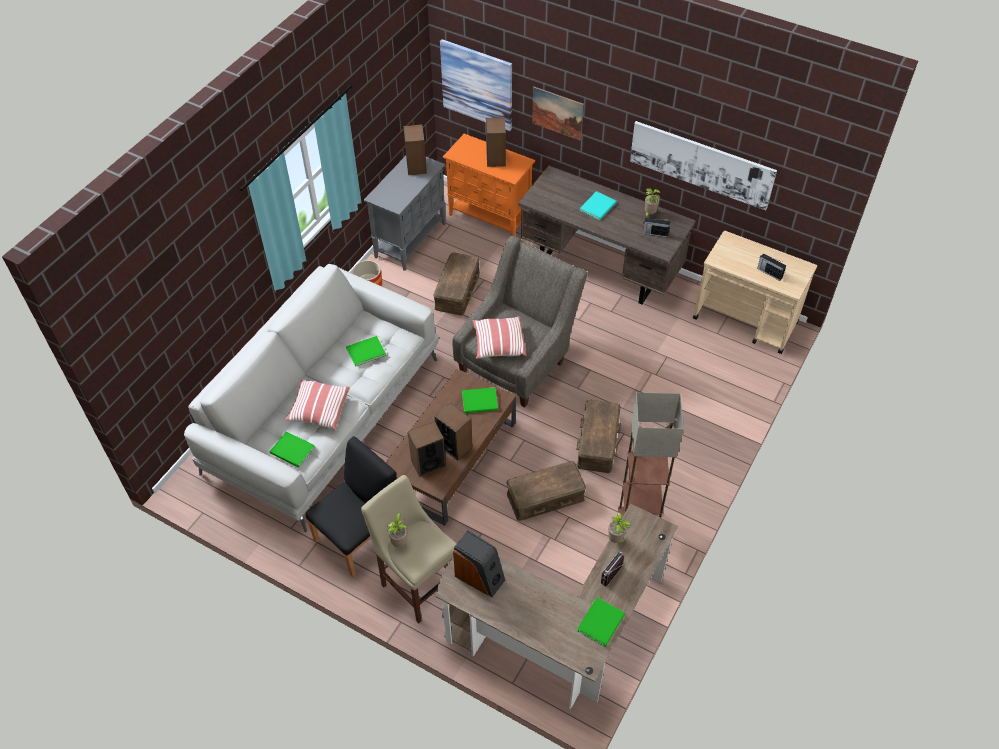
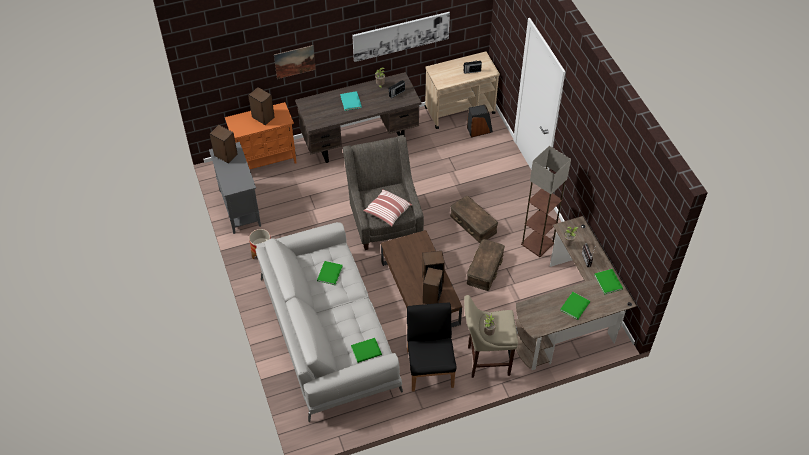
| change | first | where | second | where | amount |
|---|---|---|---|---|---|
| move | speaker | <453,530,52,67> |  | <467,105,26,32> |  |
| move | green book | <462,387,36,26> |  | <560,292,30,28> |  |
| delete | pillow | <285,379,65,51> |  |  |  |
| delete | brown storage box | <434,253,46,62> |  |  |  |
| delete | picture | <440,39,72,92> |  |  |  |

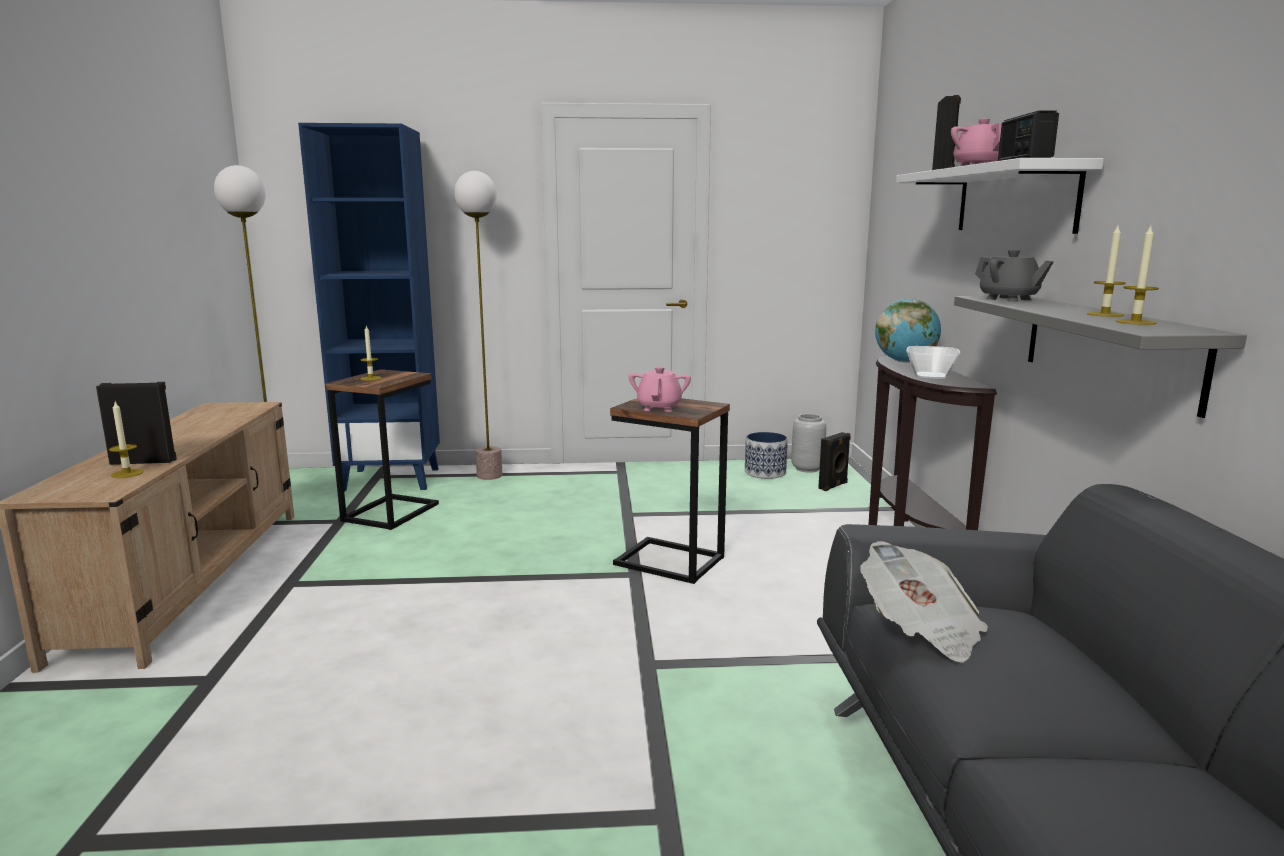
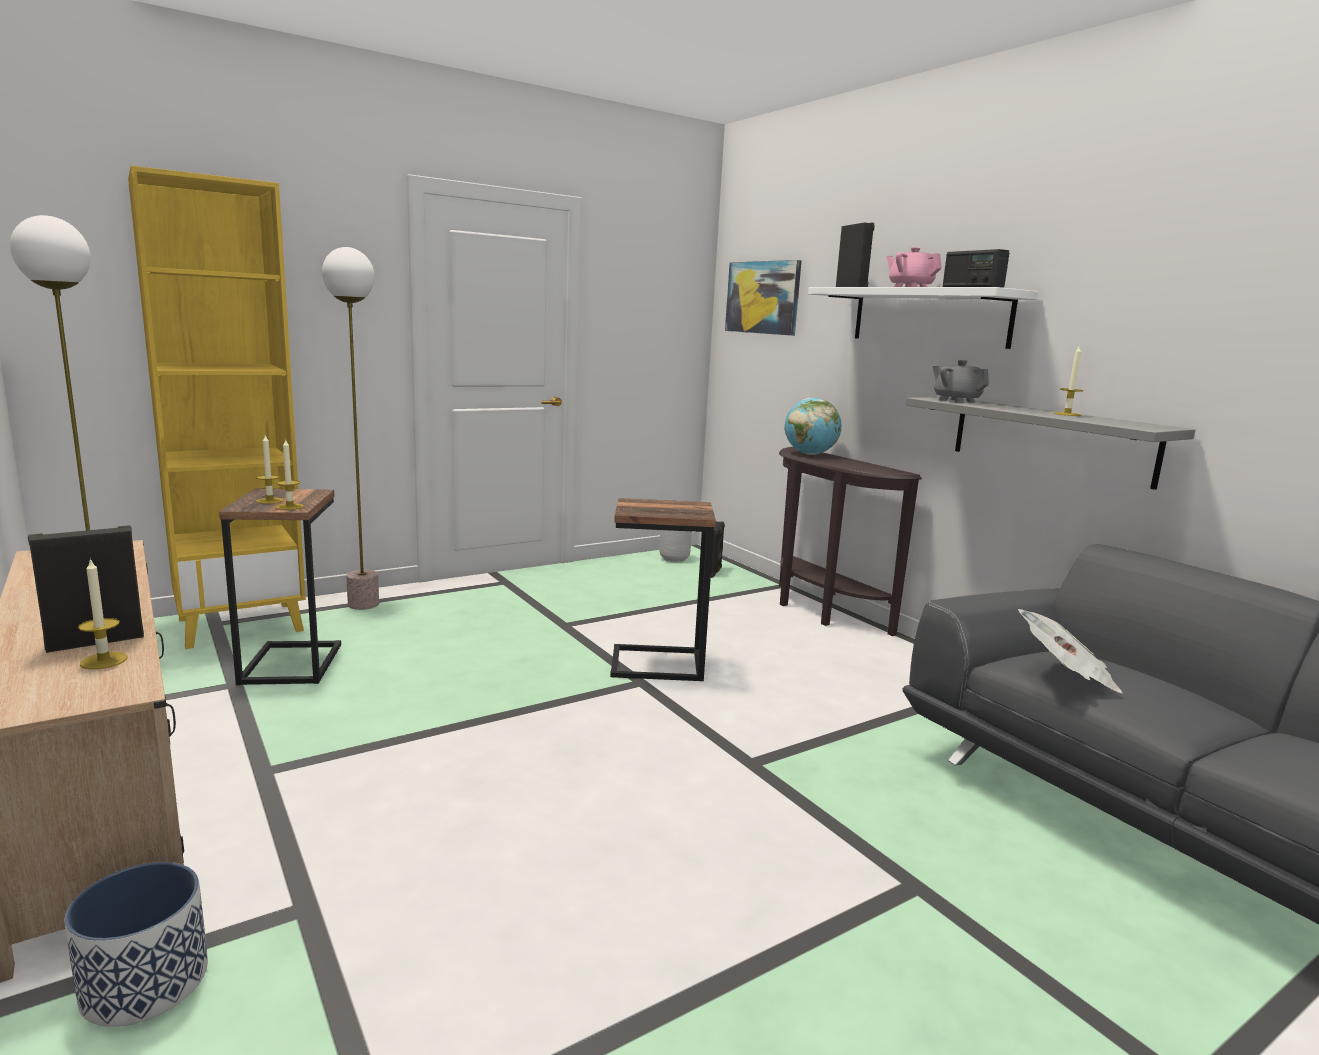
| change | first | where | second | where | amount |
|---|---|---|---|---|---|
| move | planter | <745,432,43,47> |  | <64,862,144,165> |  |
| recolor | blue bookcase | <298,123,142,369> | yellow bookcase | <128,166,178,483> |  |
| move | candle | <1115,225,44,100> |  | <276,438,28,72> |  |
| insert |  |  | picture | <725,260,77,76> |  |
| rotate | grey teapot | <975,250,79,52> |  | <933,360,56,43> | 150 degrees counterclockwise |
| delete | pink teapot | <629,367,62,45> |  |  |  |
| delete | bowl | <906,346,55,33> |  |  |  |

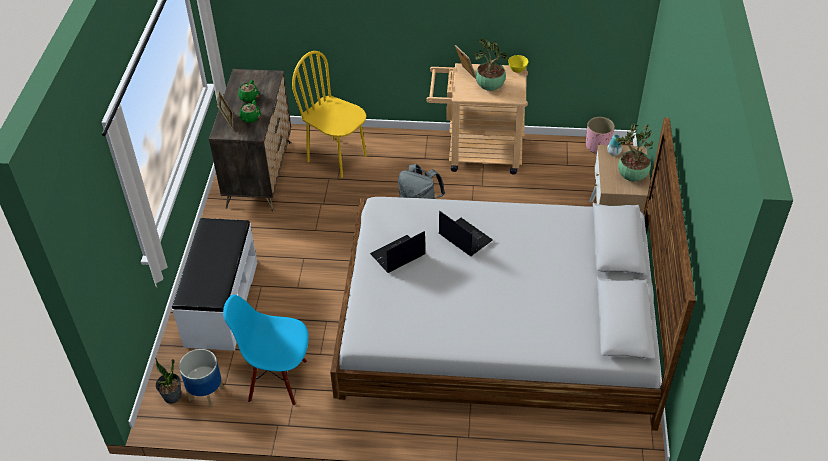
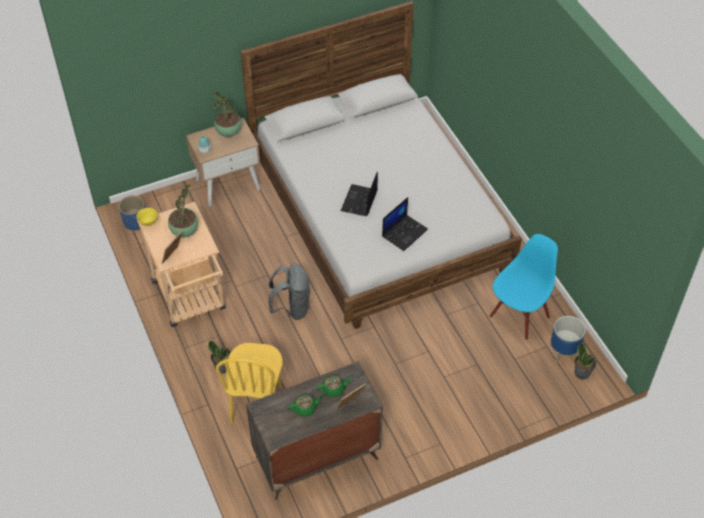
| change | first | where | second | where | amount |
|---|---|---|---|---|---|
| recolor | pink planter | <586,117,29,37> | blue planter | <118,195,27,36> |  |
| insert |  |  | potted plant | <208,341,23,33> |  |
| rotate | laptop | <370,231,55,42> |  | <382,197,46,54> | 75 degrees counterclockwise |
| rotate | blue chair | <223,295,86,111> |  | <489,234,69,106> | 120 degrees counterclockwise |
| delete | white bench | <172,218,85,133> |  |  |  |

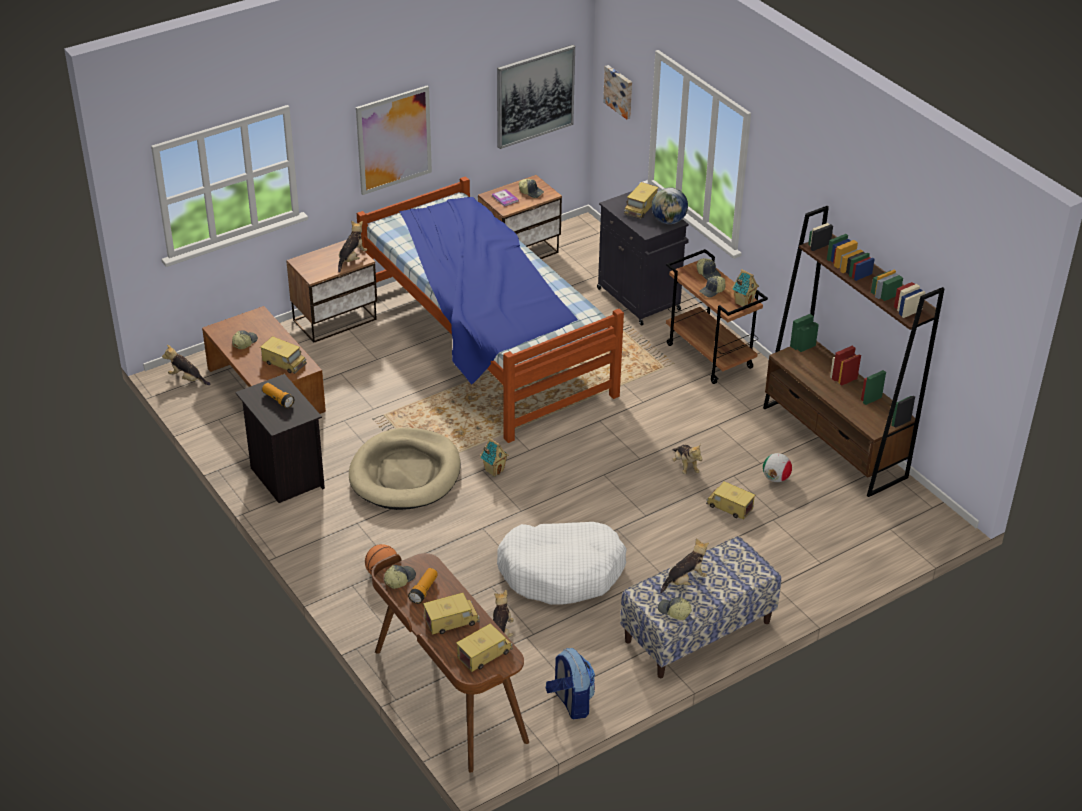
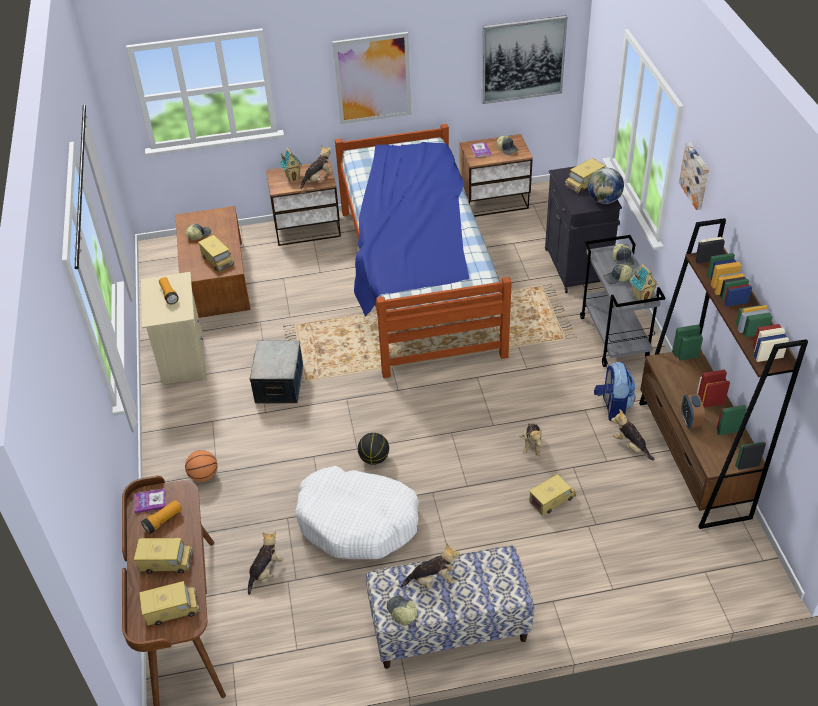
| change | first | where | second | where | amount |
|---|---|---|---|---|---|
| replace | cap | <384,565,32,24> | book | <134,489,32,24> |  |
| recolor | black nightstand | <235,374,90,129> | beige nightstand | <141,272,66,113> |  |
| replace | beige dog bed | <349,428,111,82> | storage box | <250,340,53,64> |  |
| move | toy house | <480,438,29,39> |  | <280,147,22,35> |  |
| insert |  |  | basketball | <358,433,31,32> |  |
| rotate | toy truck | <706,481,50,39> |  | <529,474,47,41> | 90 degrees clockwise |
| recolor | brown cart | <666,249,102,135> | grey cart | <580,235,85,132> |  |
| move | backpack | <546,648,49,71> |  | <594,362,41,59> |  |
| move | plush toy | <162,345,48,40> |  | <611,409,44,52> |  |
| move | picture | <603,65,29,54> |  | <679,143,30,67> |  |
| insert |  |  | alarm clock | <681,394,24,34> |  |
| delete | football | <763,453,29,29> |  |  |  |

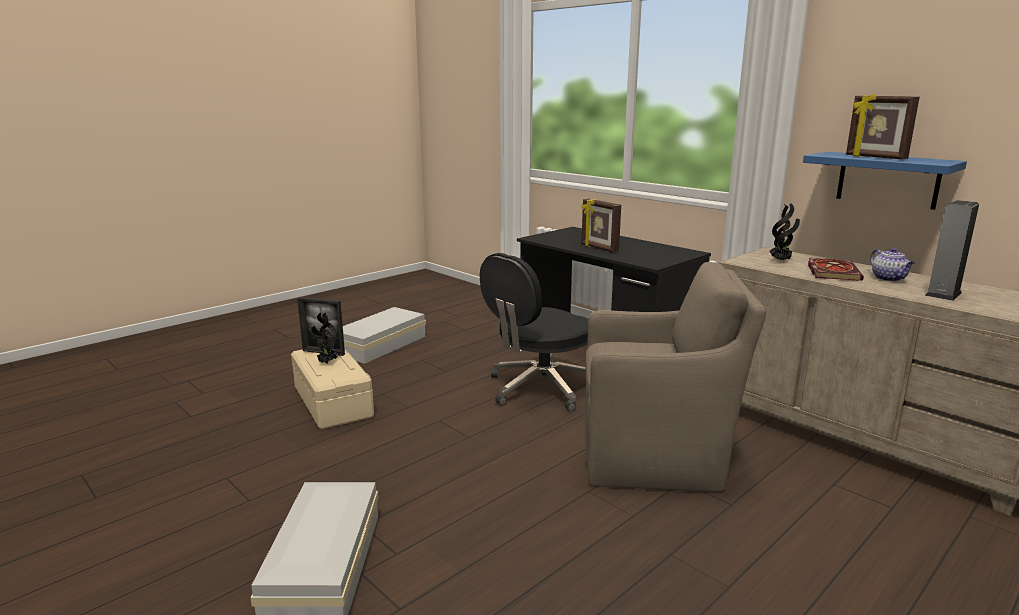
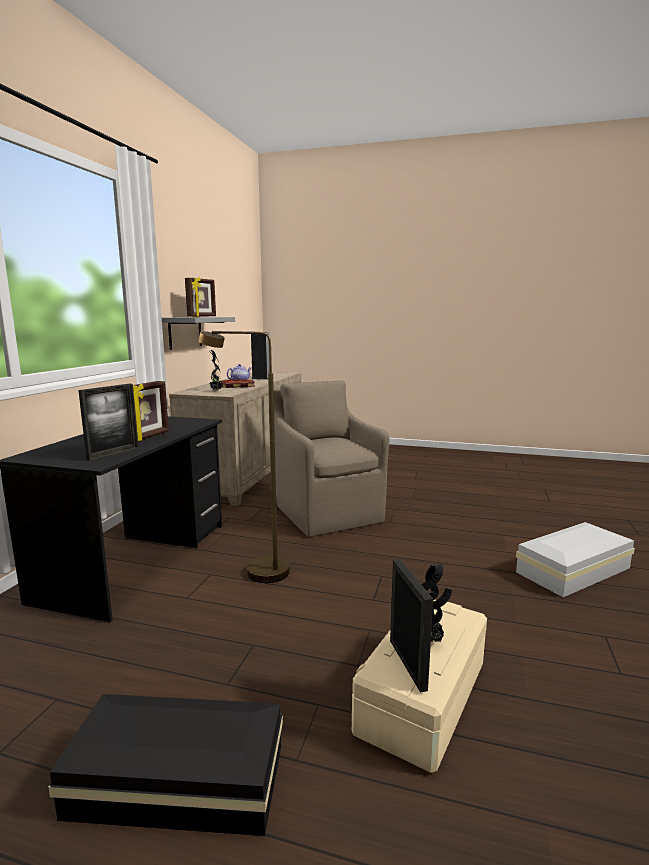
| change | first | where | second | where | amount |
|---|---|---|---|---|---|
| recolor | white storage box | <343,307,83,57> | black storage box | <48,694,235,142> |  |
| insert |  |  | picture frame | <78,384,61,77> |  |
| recolor | blue shelf | <803,152,164,58> | grey shelf | <162,317,73,33> |  |
| replace | black office chair | <480,253,108,159> | brown floor lamp | <198,331,92,252> |  |

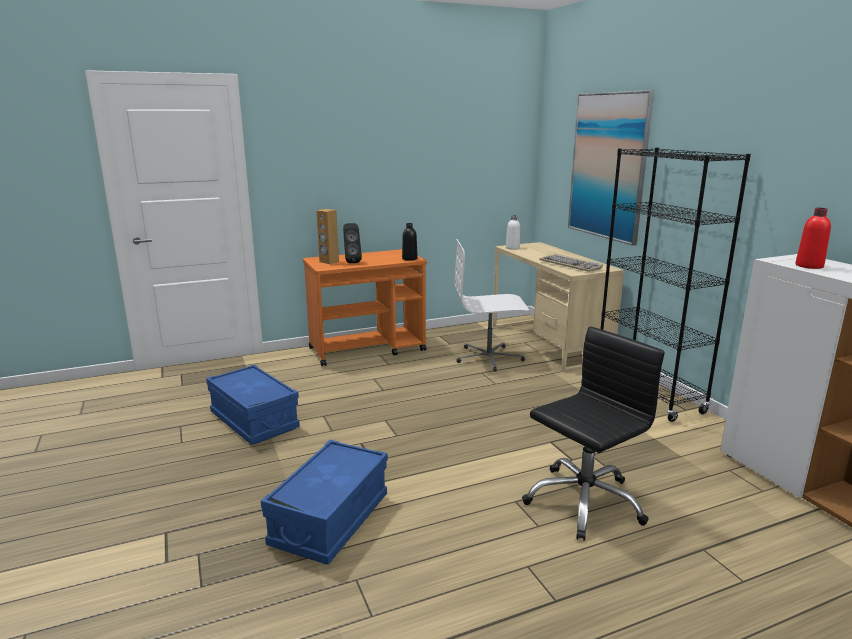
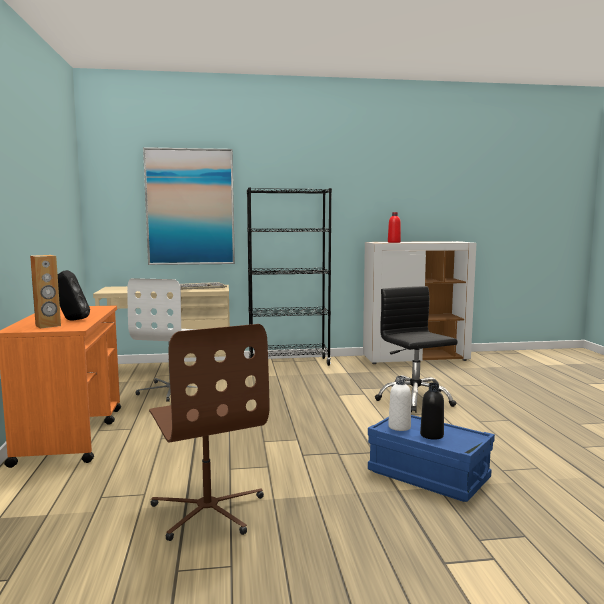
| change | first | where | second | where | amount |
|---|---|---|---|---|---|
| replace | blue storage box | <206,365,94,80> | brown office chair | <149,324,120,217> |  |
| move | white bottle | <506,215,14,35> |  | <388,376,23,55> |  |
| move | black bottle | <402,223,15,38> |  | <420,383,24,57> |  |

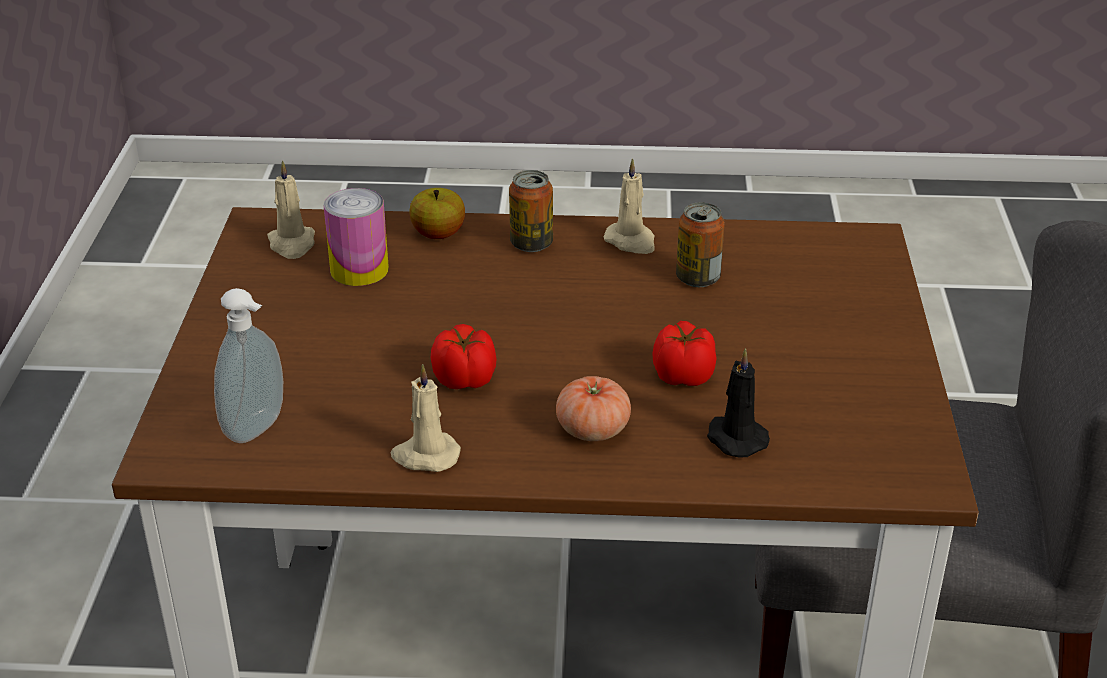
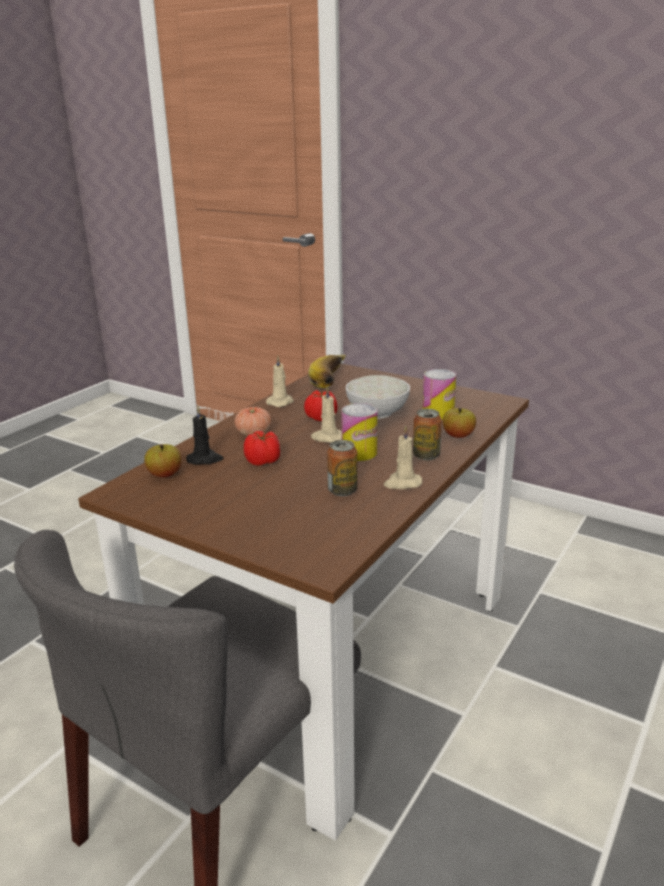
| change | first | where | second | where | amount |
|---|---|---|---|---|---|
| insert |  |  | apple | <144,444,38,33> |  |
| replace | soap dispenser | <214,288,69,155> | banana | <308,355,38,33> |  |
| move | beige candle | <267,160,48,99> |  | <311,386,31,57> |  |
| insert |  |  | can | <341,403,36,58> |  |
| insert |  |  | white bowl | <346,375,64,44> |  |

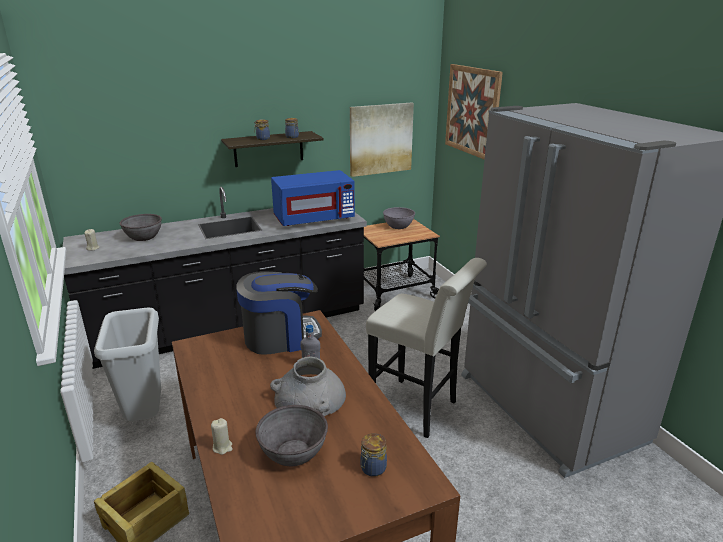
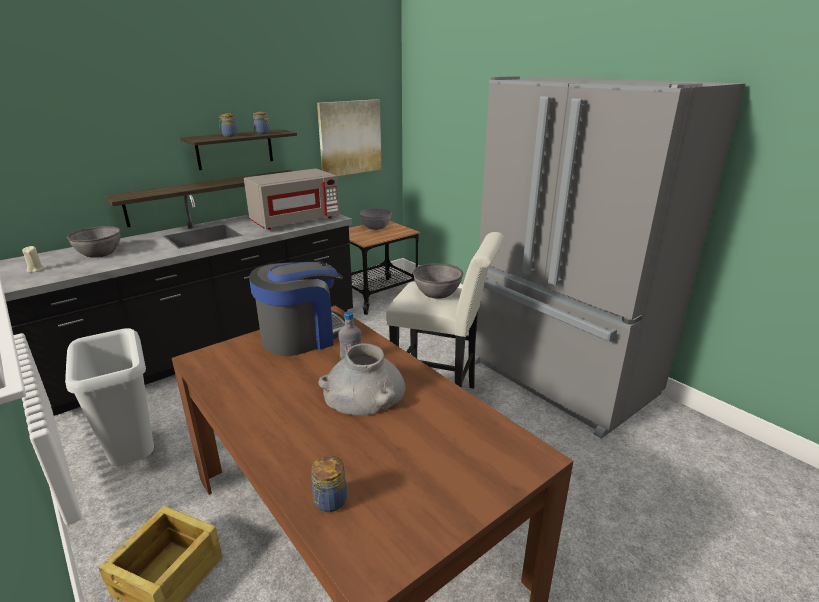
| change | first | where | second | where | amount |
|---|---|---|---|---|---|
| insert |  |  | shelf | <105,170,188,57> |  |
| recolor | blue microwave | <271,170,84,56> | grey microwave | <244,169,95,60> |  |
| move | jar | <361,433,26,44> |  | <311,456,36,56> |  |
| move | grey bowl | <256,405,72,61> |  | <413,263,50,36> |  |
| delete | beige candle | <211,418,21,37> |  |  |  |
| delete | picture | <445,64,58,96> |  |  |  |

